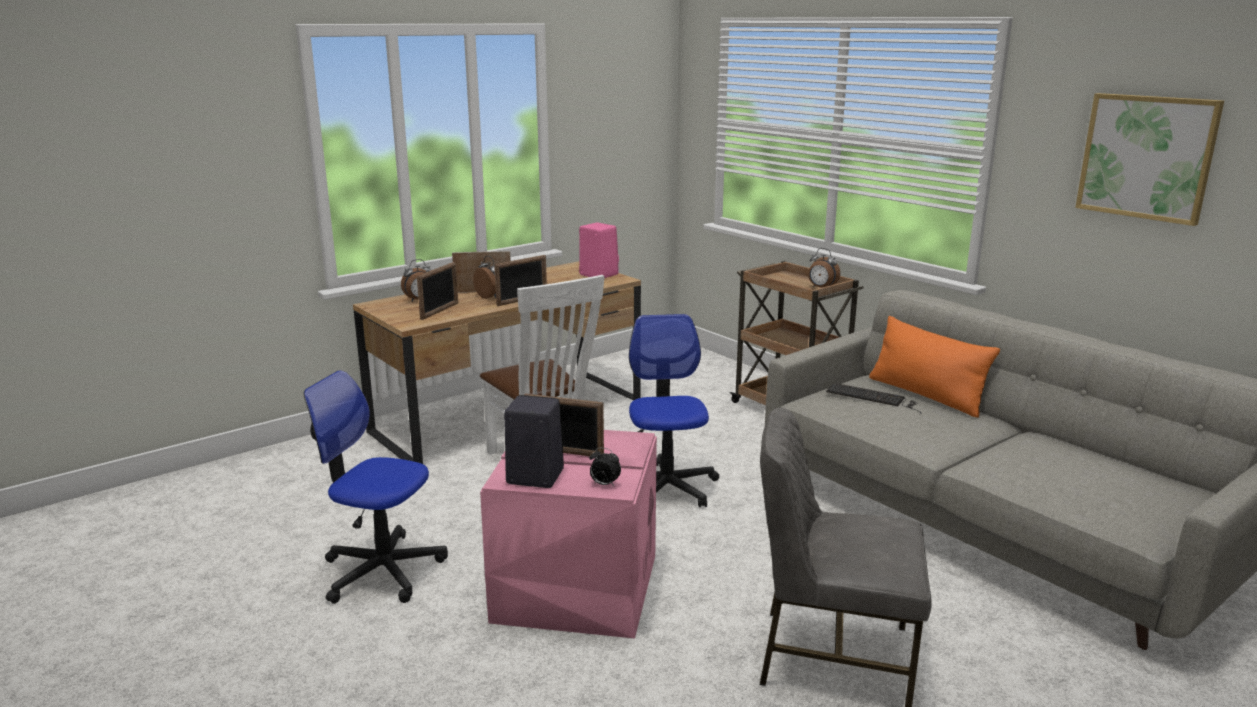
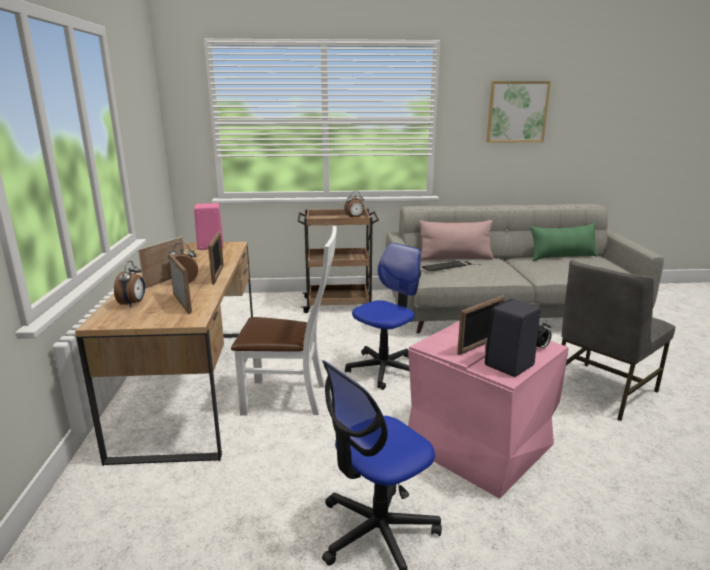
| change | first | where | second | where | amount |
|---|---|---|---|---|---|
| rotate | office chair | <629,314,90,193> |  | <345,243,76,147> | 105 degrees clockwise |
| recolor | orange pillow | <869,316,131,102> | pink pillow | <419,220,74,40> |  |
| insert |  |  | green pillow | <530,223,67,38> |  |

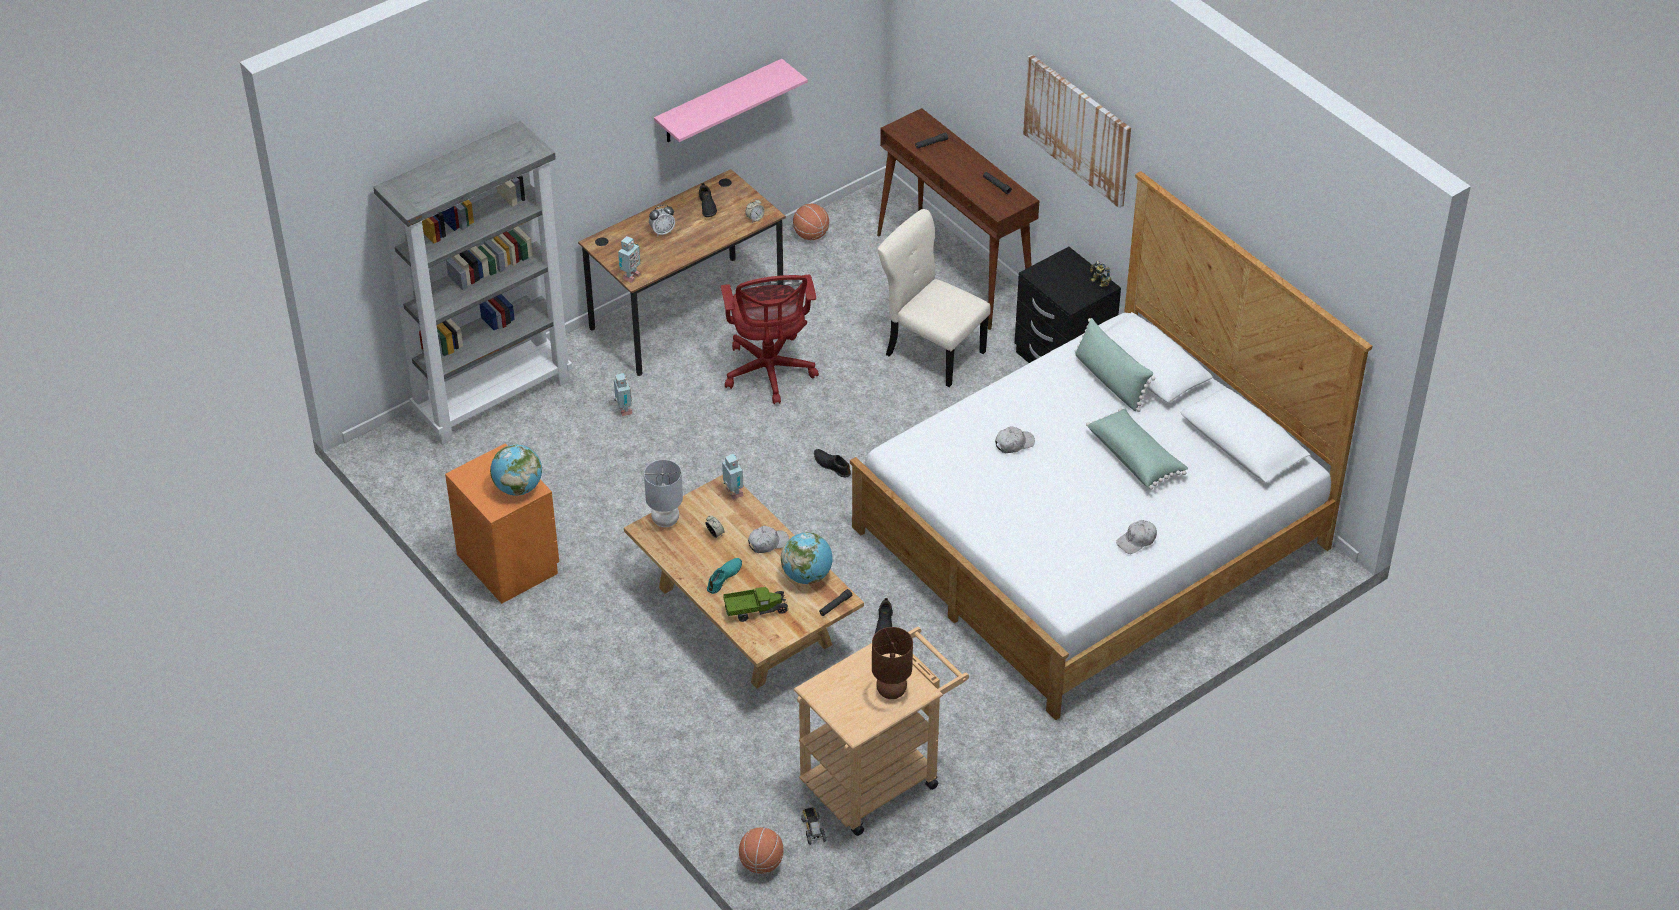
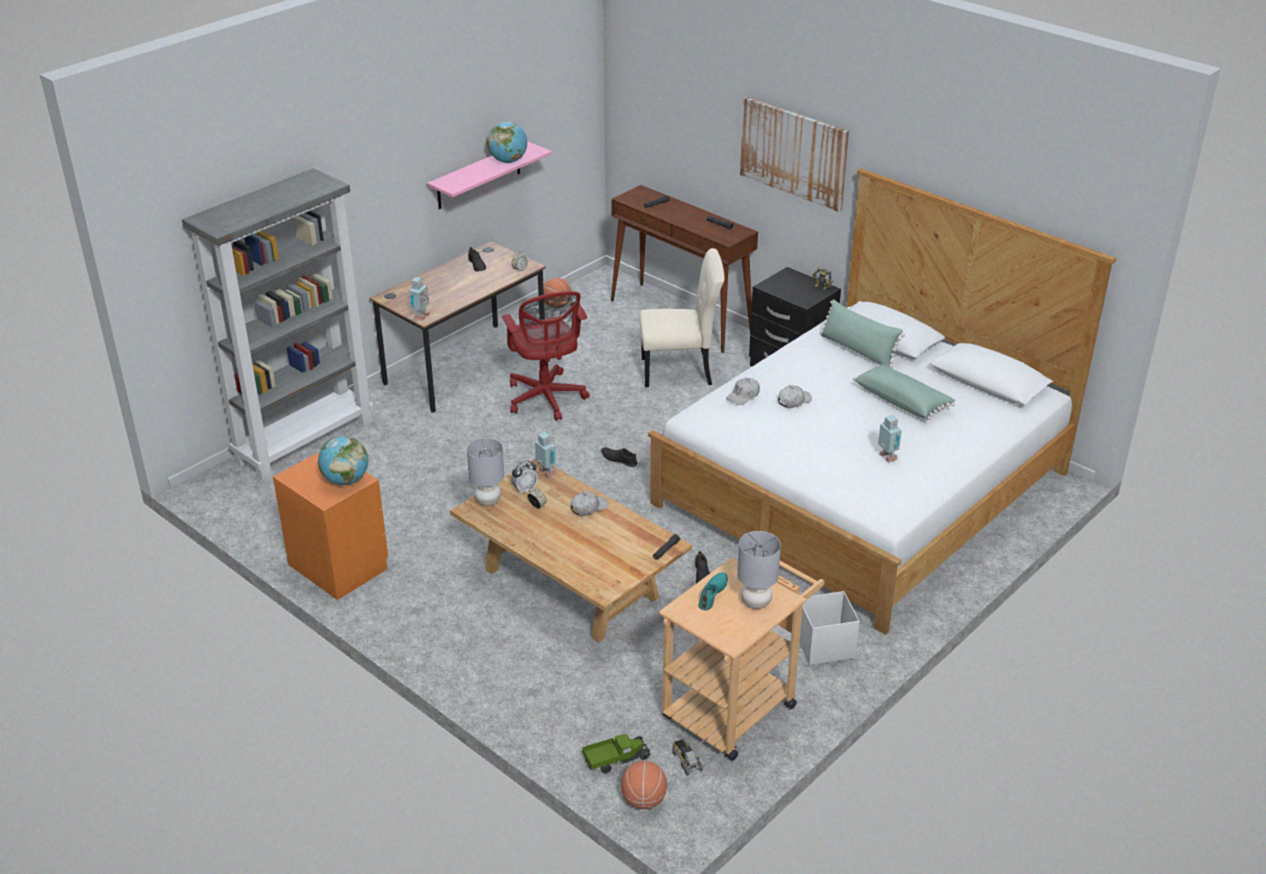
| change | first | where | second | where | amount |
|---|---|---|---|---|---|
| move | globe | <781,532,52,52> |  | <487,122,40,41> |  |
| move | alarm clock | <649,205,26,31> |  | <511,460,27,34> |  |
| move | toy truck | <723,587,65,35> |  | <582,734,69,40> |  |
| rotate | beige chair | <878,209,113,178> |  | <639,248,85,139> | 150 degrees clockwise |
| move | turquoise shoe | <707,558,35,36> |  | <698,572,30,38> |  |
| move | white cap | <1116,520,41,34> |  | <727,378,33,27> |  |
| recolor | brown table lamp | <872,627,41,72> | grey table lamp | <737,531,44,78> |  |
| insert |  |  | white storage box | <799,591,61,74> |  |
| move | toy robot | <614,373,19,43> |  | <878,415,24,47> |  |

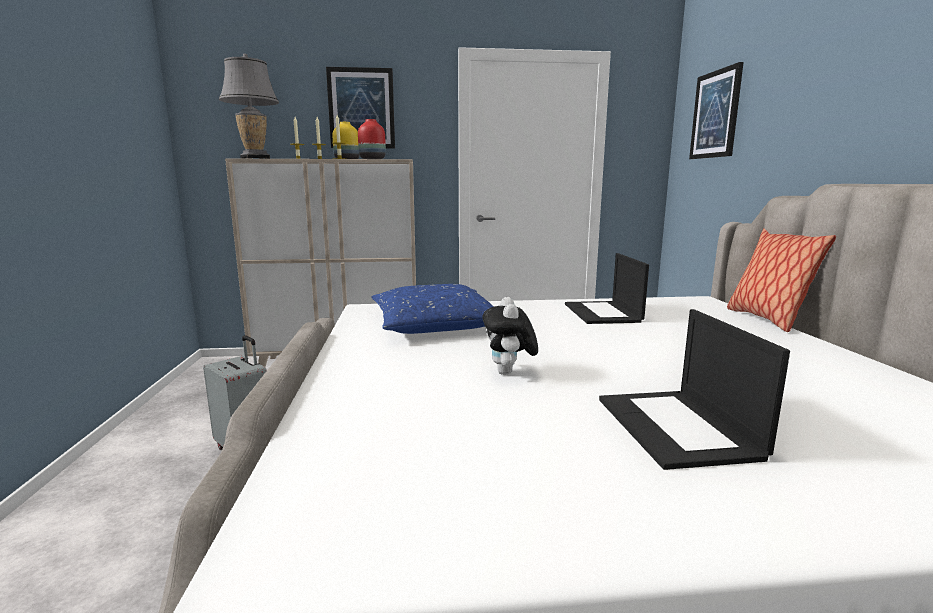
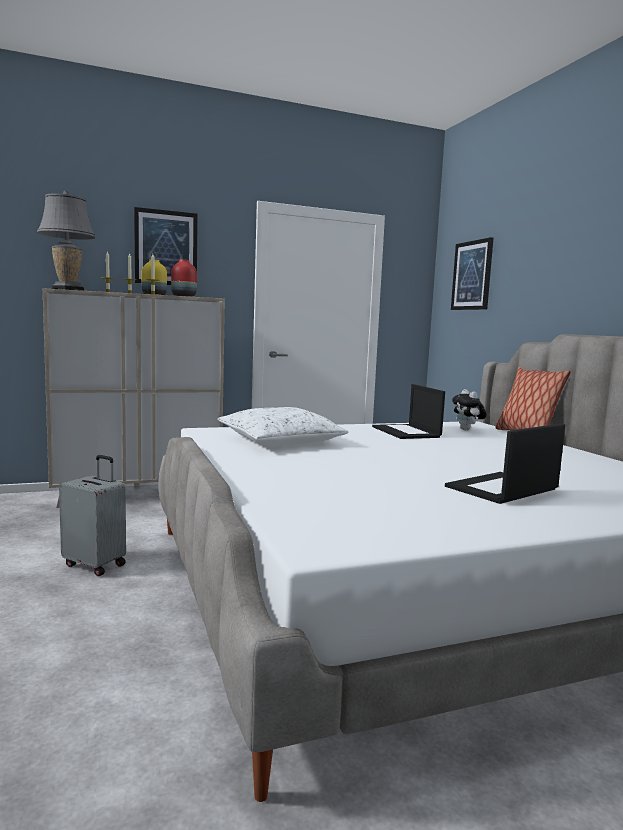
| change | first | where | second | where | amount |
|---|---|---|---|---|---|
| recolor | blue pillow | <371,284,123,50> | white pillow | <217,407,132,39> |  |
| rotate | laptop | <599,309,191,161> |  | <445,424,120,80> | 75 degrees clockwise |
| move | plush toy | <482,297,56,78> |  | <452,389,35,42> |  |

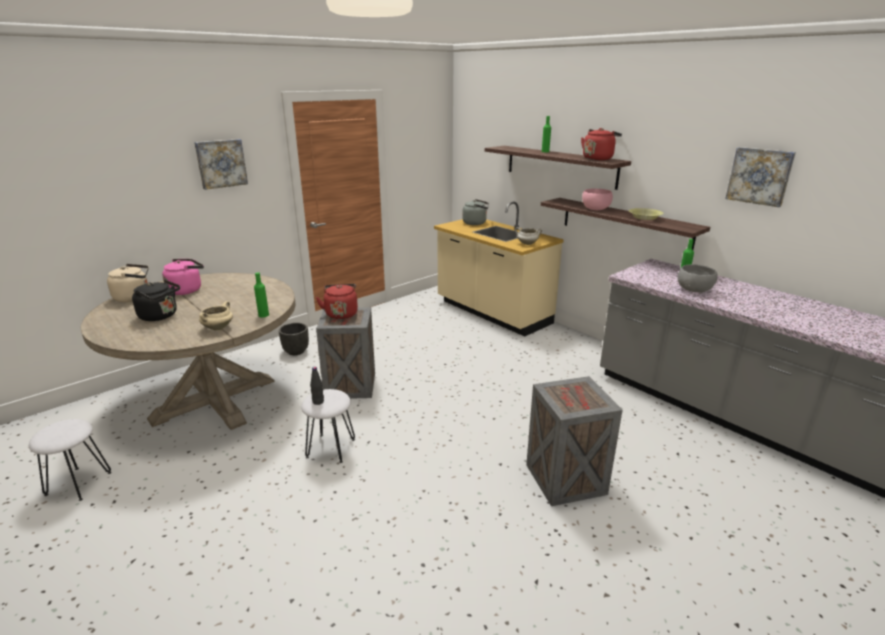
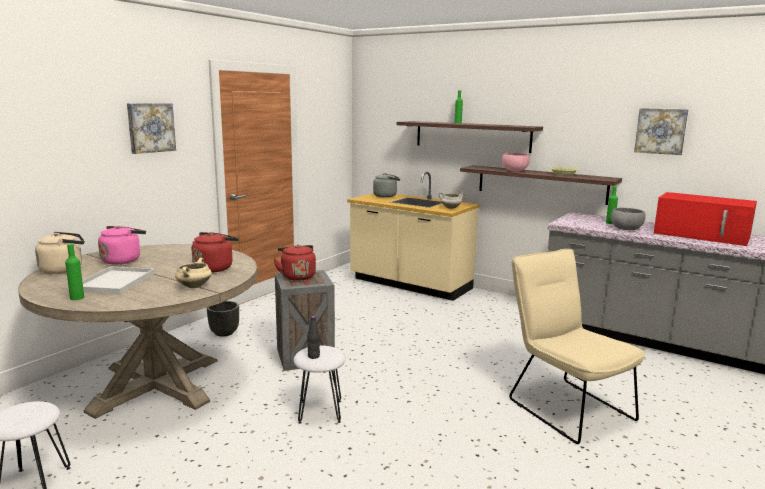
| change | first | where | second | where | amount |
|---|---|---|---|---|---|
| move | green bottle | <254,273,15,44> |  | <65,244,19,56> |  |
| replace | black kettle | <132,279,48,42> | white tray | <82,266,73,28> |  |
| move | red kettle | <581,128,41,32> |  | <191,232,48,40> |  |
| replace | crate | <526,376,97,130> | beige chair | <509,249,136,195> |  |
| insert |  |  | red microwave | <654,192,103,54> |  |

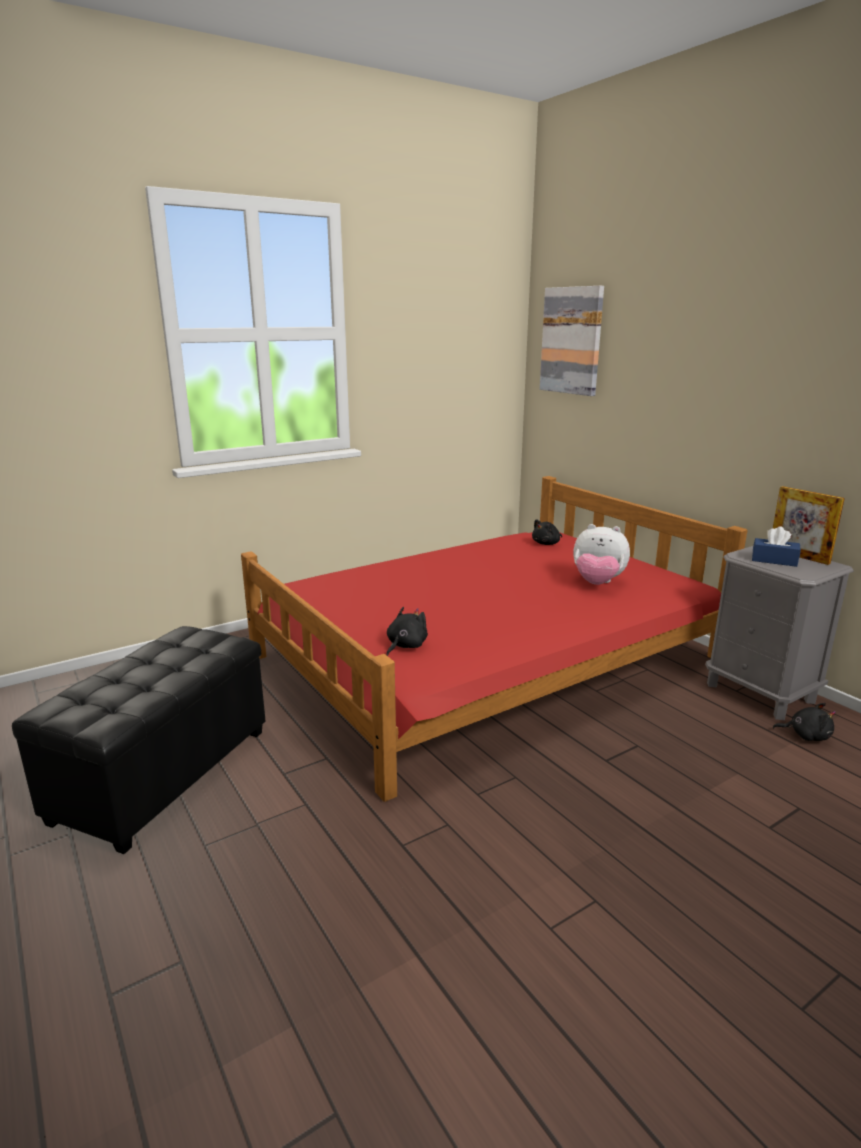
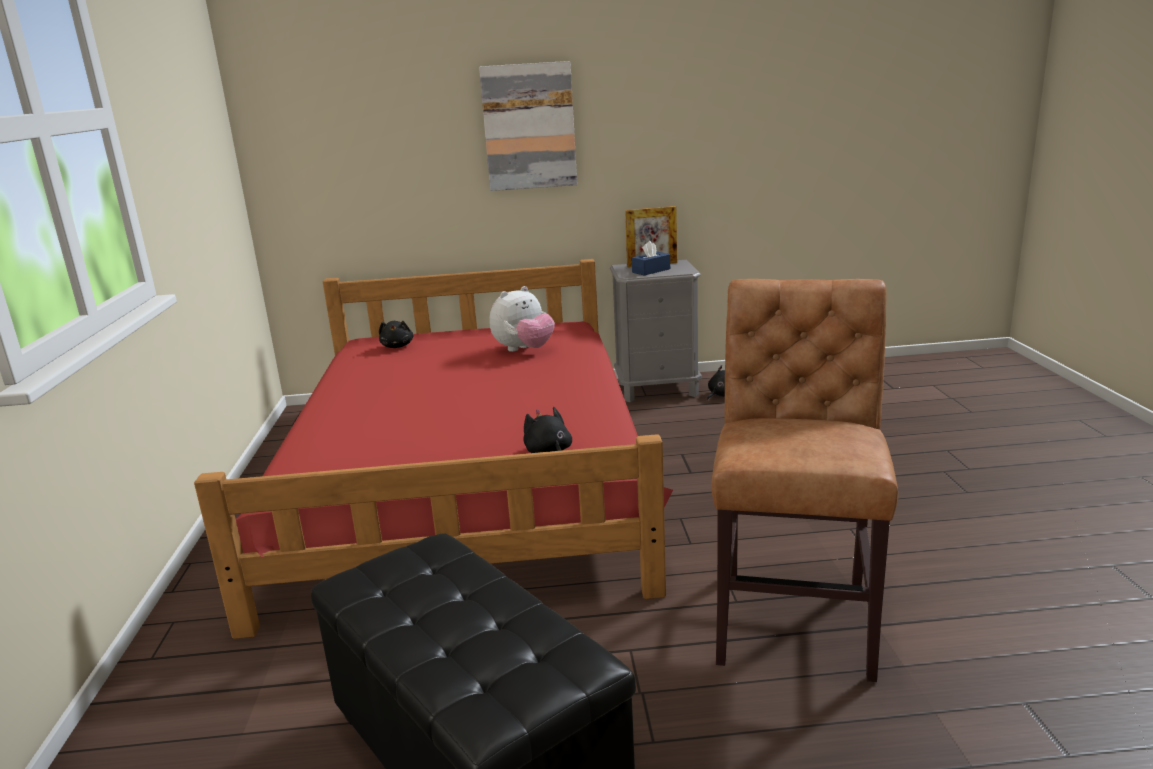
| change | first | where | second | where | amount |
|---|---|---|---|---|---|
| move | picture | <540,286,64,110> |  | <479,61,98,130> |  |
| insert |  |  | brown chair | <711,279,187,403> |  |

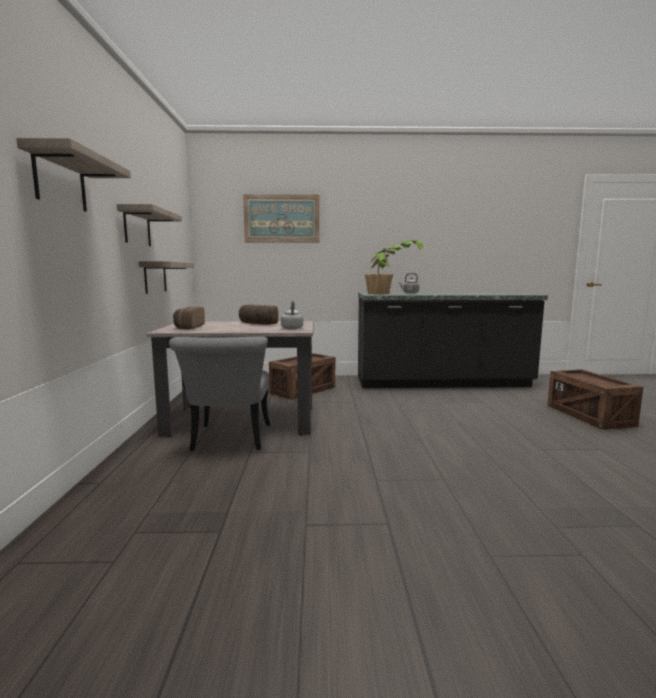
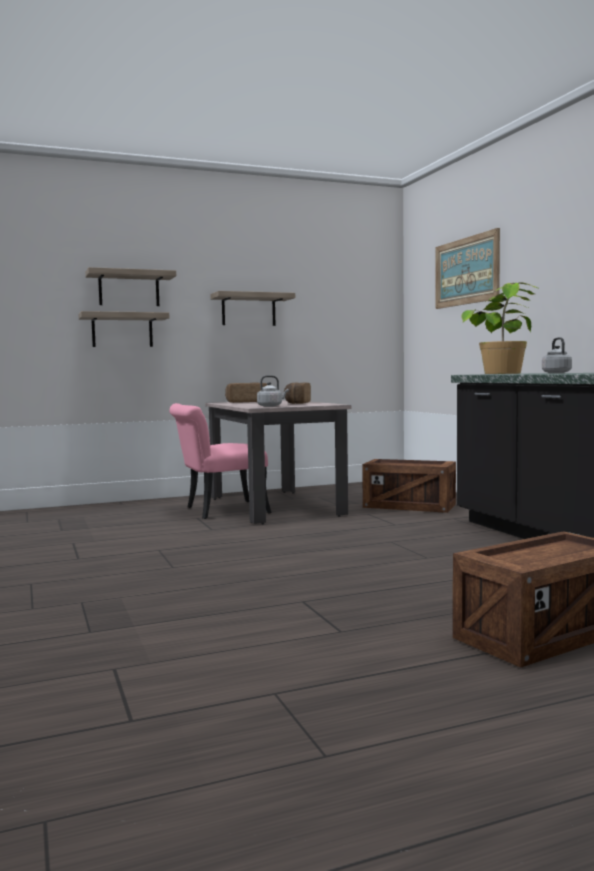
| change | first | where | second | where | amount |
|---|---|---|---|---|---|
| move | shelf | <139,261,55,33> |  | <79,311,90,36> |  |
| recolor | grey chair | <169,336,101,115> | pink chair | <169,403,103,116> |  |

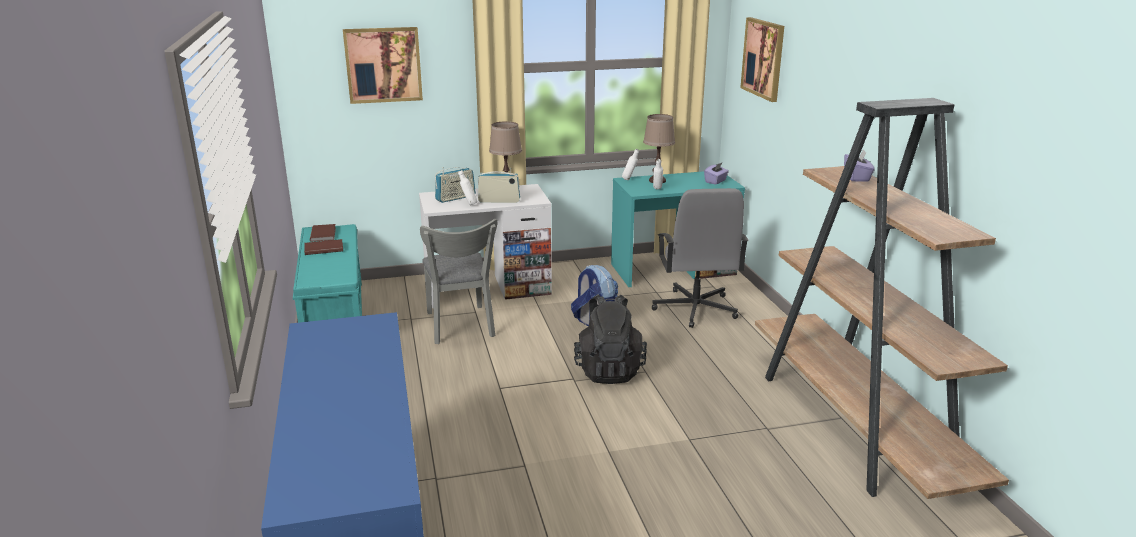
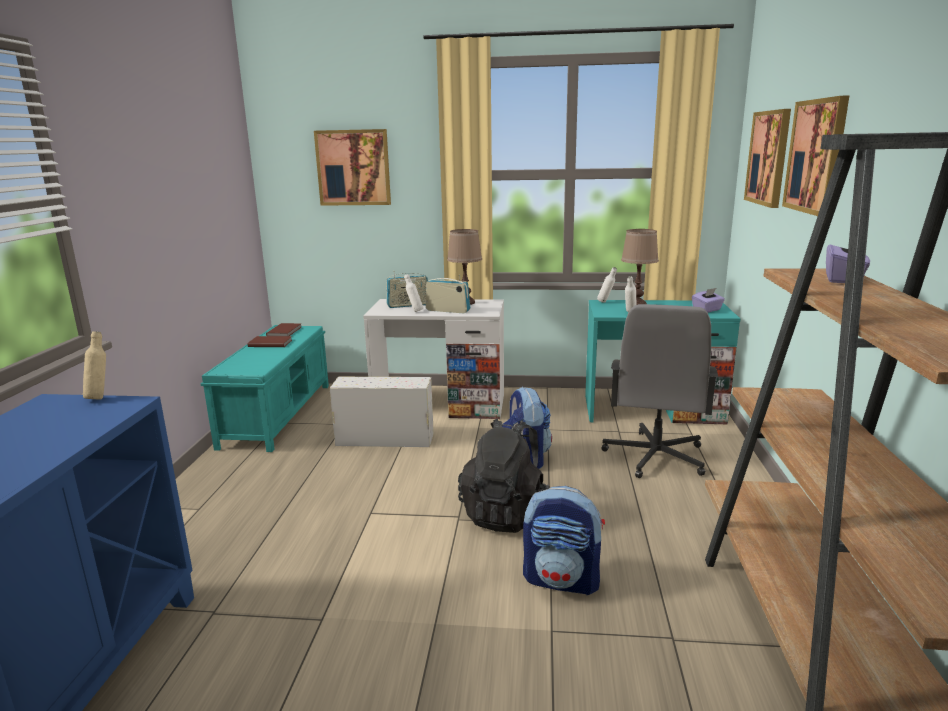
| change | first | where | second | where | amount |
|---|---|---|---|---|---|
| insert |  |  | beige bottle | <83,331,23,69> |  |
| replace | grey chair | <420,219,77,125> | white storage box | <330,377,104,70> |  |
| insert |  |  | backpack | <523,486,82,109> |  |
| insert |  |  | picture | <782,95,68,121> |  |

